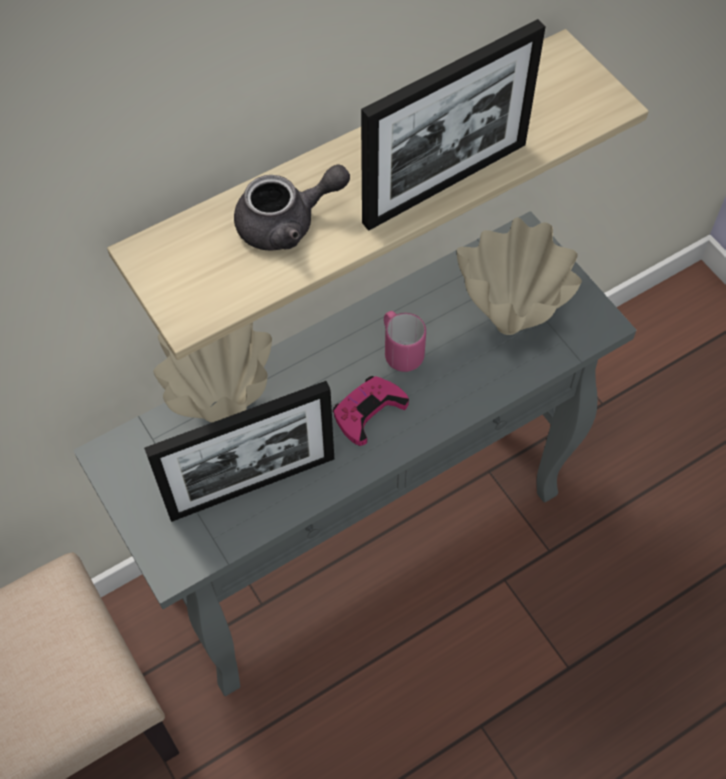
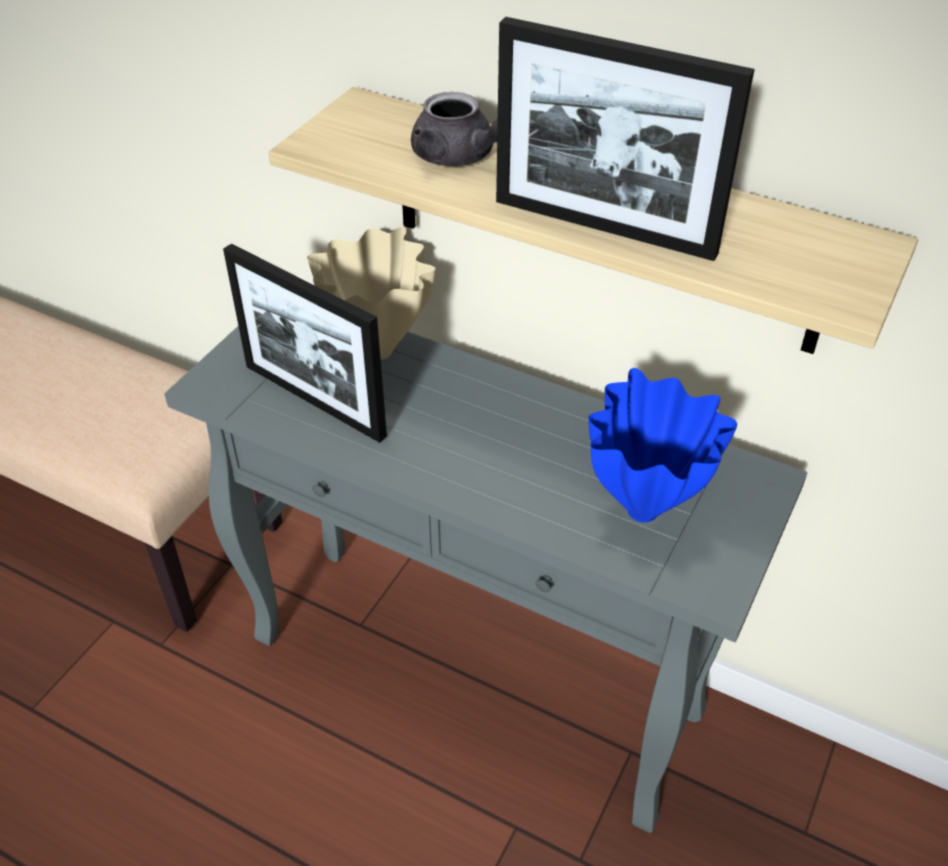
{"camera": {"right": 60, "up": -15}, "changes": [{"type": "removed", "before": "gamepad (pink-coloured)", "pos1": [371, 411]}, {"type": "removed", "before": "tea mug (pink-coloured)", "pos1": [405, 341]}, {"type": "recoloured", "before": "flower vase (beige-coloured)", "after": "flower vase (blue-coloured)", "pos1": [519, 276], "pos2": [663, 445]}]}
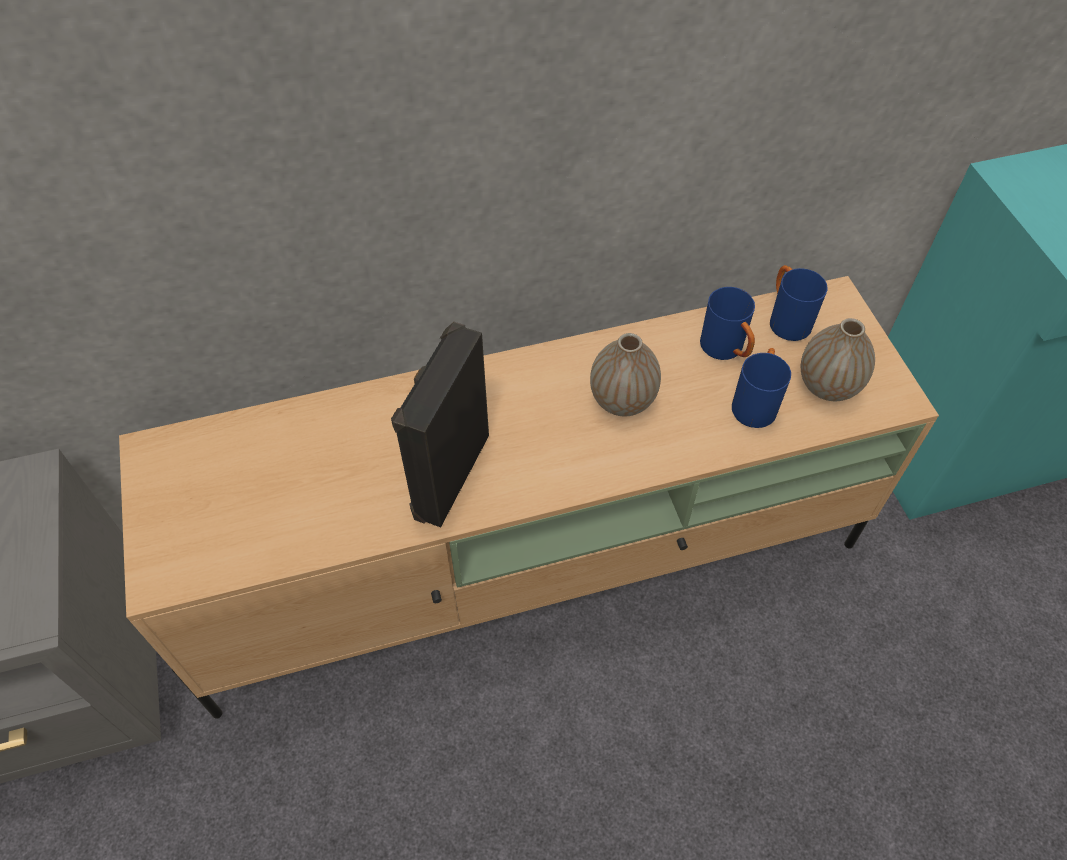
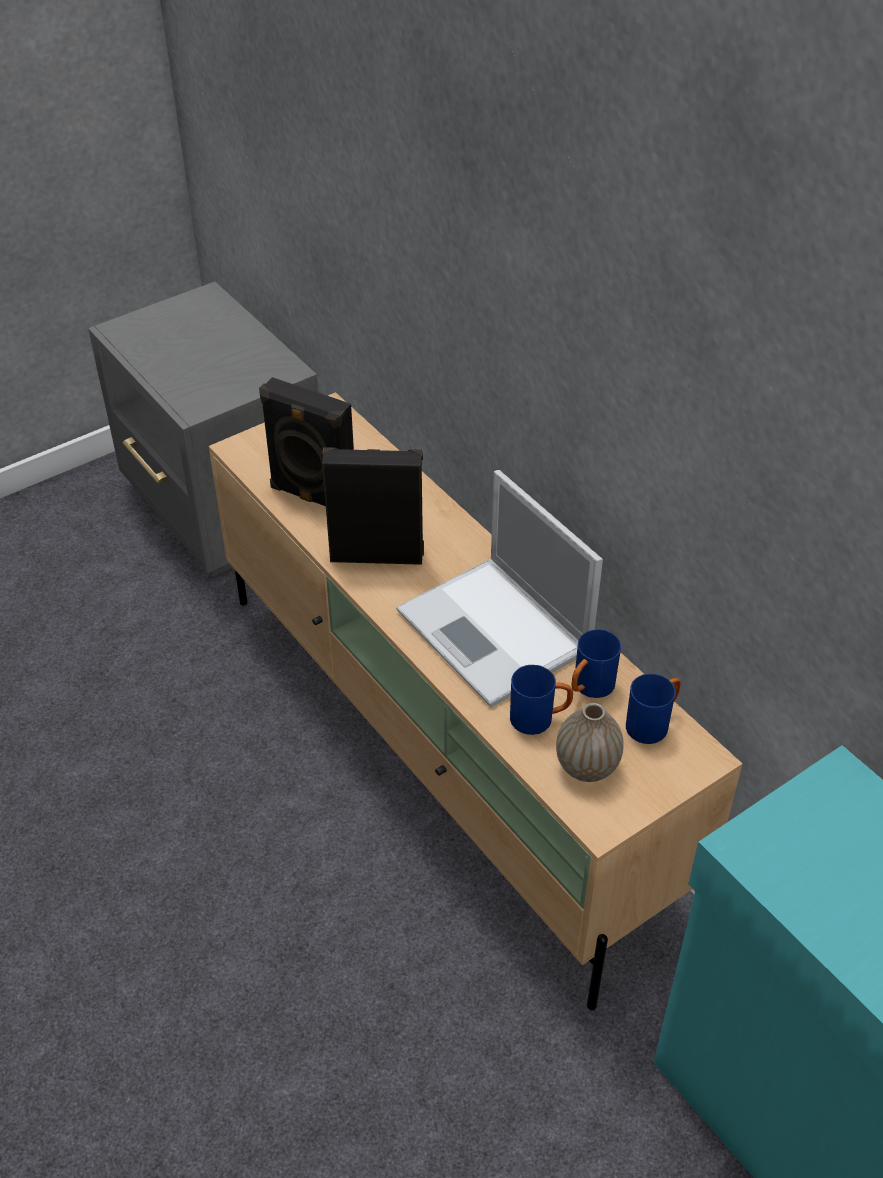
{"camera": {"right": 70, "up": -10}, "changes": [{"type": "replaced", "before": "flower vase", "after": "portable computer", "pos1": [625, 374], "pos2": [499, 588]}, {"type": "added", "after": "speaker (blackish)", "pos2": [306, 441]}]}
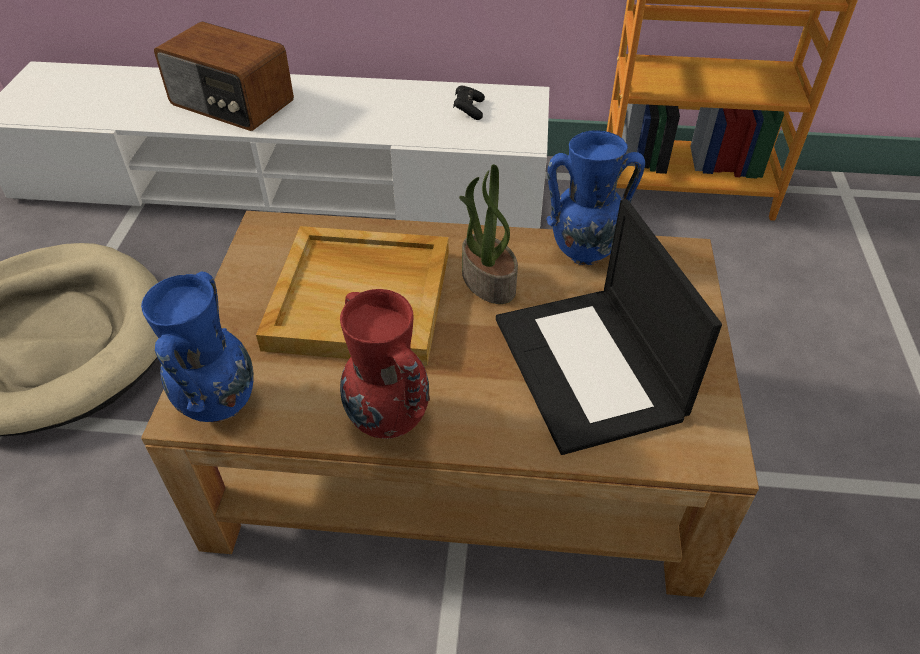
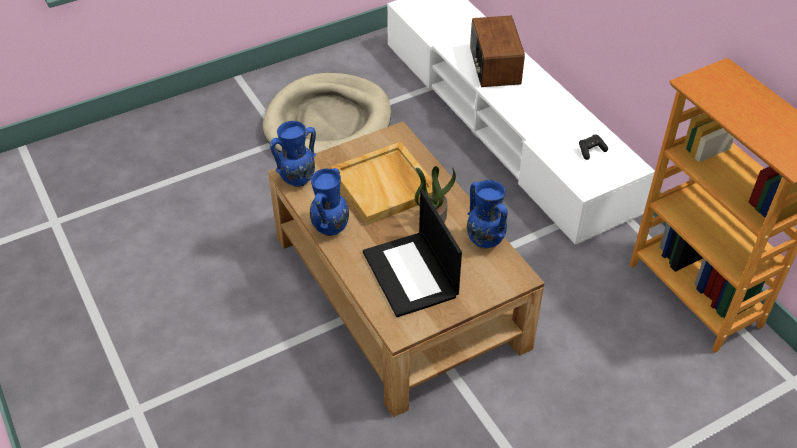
{"camera": {"right": 55, "up": 0}, "changes": [{"type": "recoloured", "before": "flower vase (red-coloured)", "after": "flower vase (blue-coloured)", "pos1": [385, 364], "pos2": [329, 202]}, {"type": "turned", "before": "portable computer", "pos1": [609, 327], "pos2": [412, 253], "turn": -60}]}
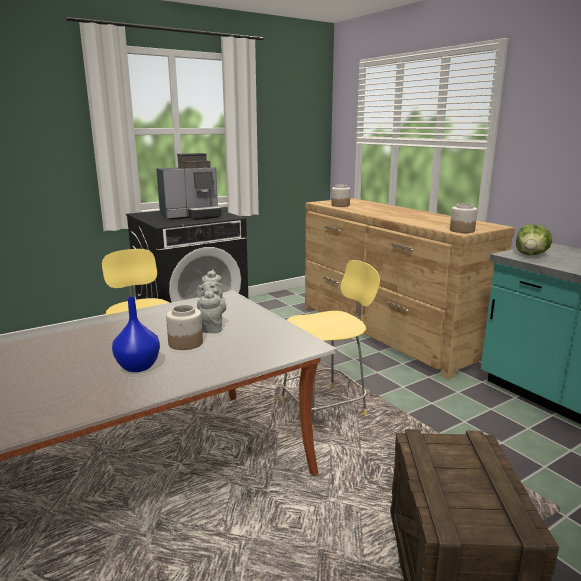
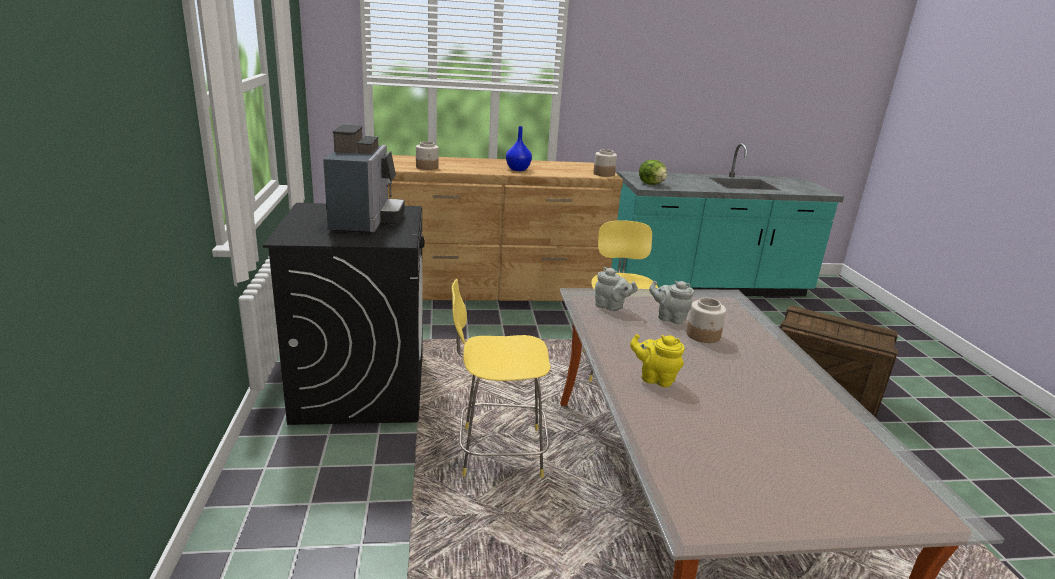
{"camera": {"right": -65, "up": 5}, "changes": [{"type": "moved", "before": "flower vase (blue-coloured)", "pos1": [136, 334], "pos2": [519, 148]}, {"type": "added", "after": "teapot (yellow-coloured)", "pos2": [657, 360]}]}
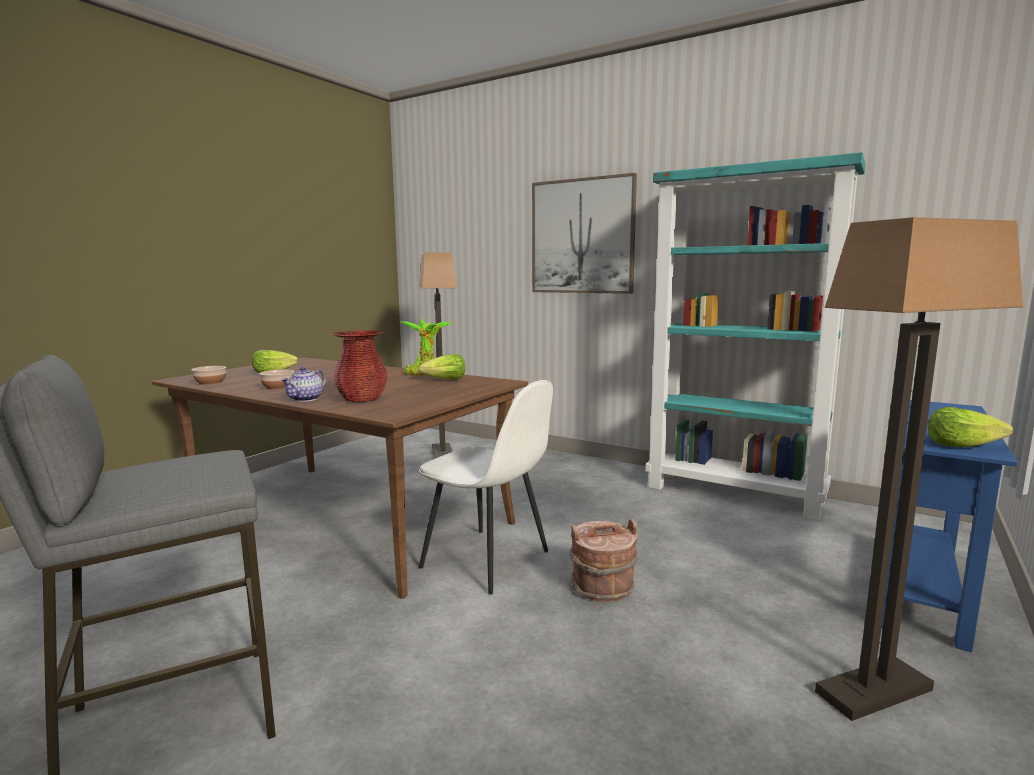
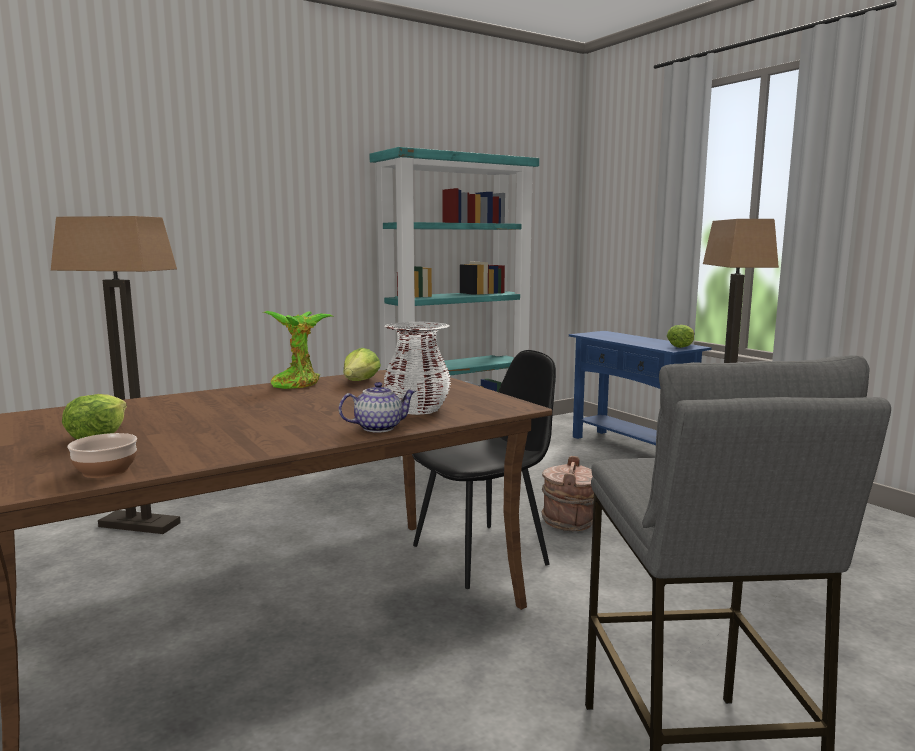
{"camera": {"right": -65, "up": 0}, "changes": [{"type": "removed", "before": "serving bowl", "pos1": [276, 380]}, {"type": "turned", "before": "teapot", "pos1": [303, 384], "pos2": [377, 407], "turn": -75}, {"type": "recoloured", "before": "flower vase (red-coloured)", "after": "flower vase (white)", "pos1": [359, 366], "pos2": [417, 368]}, {"type": "recoloured", "before": "chair (white)", "after": "chair (blackish)", "pos1": [486, 487], "pos2": [484, 469]}, {"type": "removed", "before": "wall art", "pos1": [584, 233]}]}
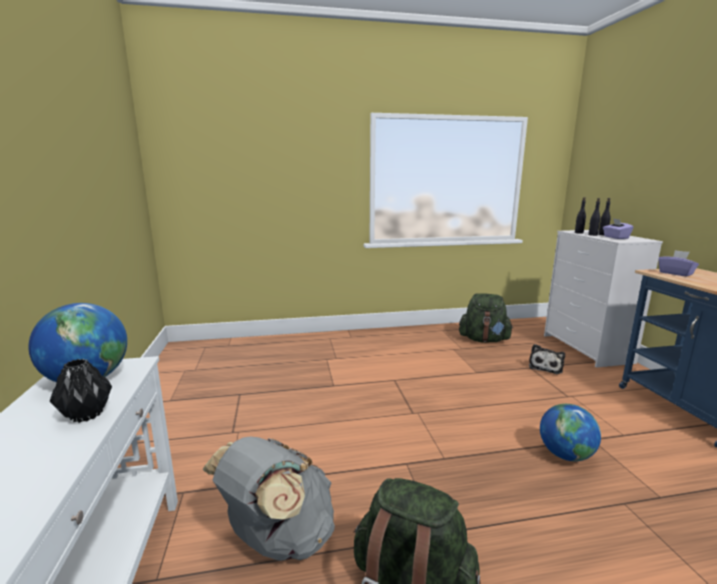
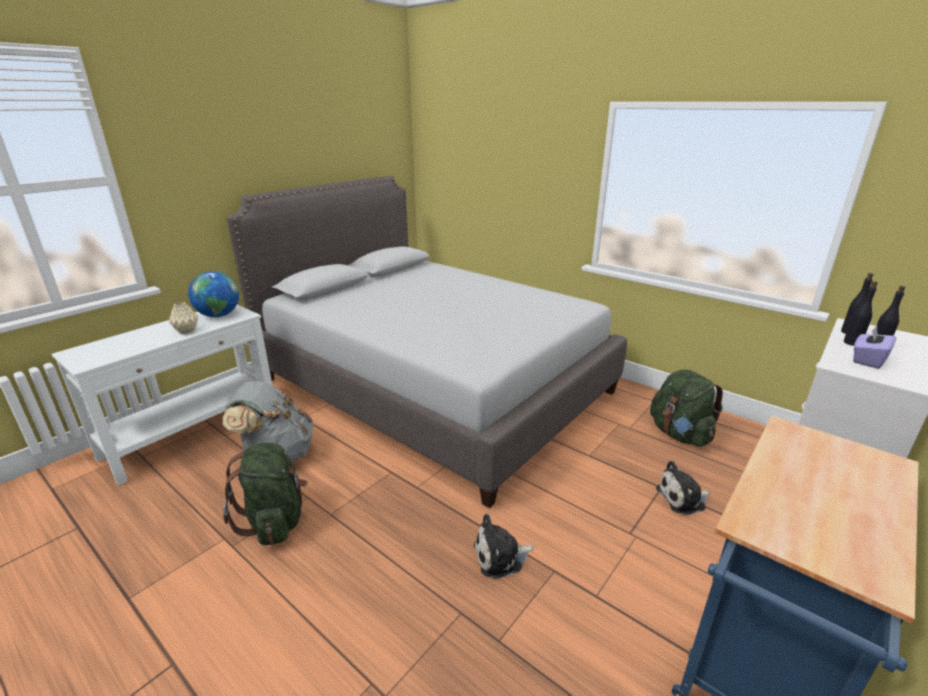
{"camera": {"right": 50, "up": 10}, "changes": [{"type": "recoloured", "before": "flower vase (blackish)", "after": "flower vase (beige-coloured)", "pos1": [81, 391], "pos2": [184, 318]}, {"type": "replaced", "before": "globe", "after": "soft toy", "pos1": [570, 432], "pos2": [504, 546]}, {"type": "removed", "before": "box of tissues (purple)", "pos1": [679, 263]}, {"type": "added", "after": "sleeping bed (gray)", "pos2": [427, 342]}]}
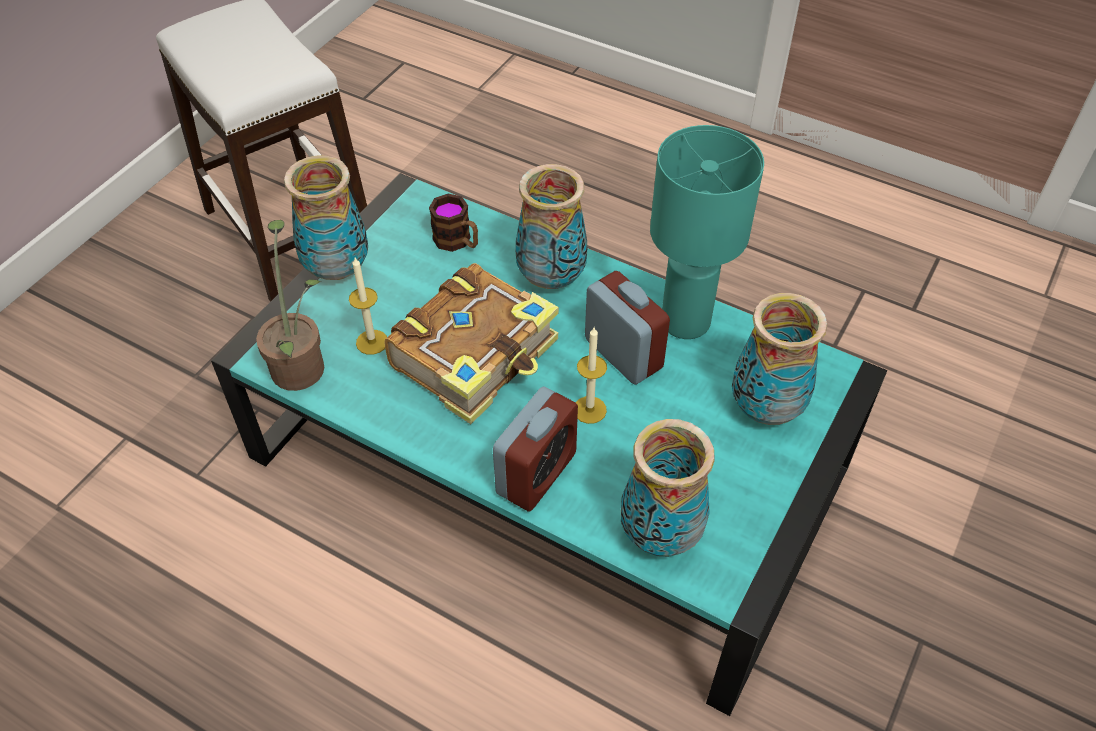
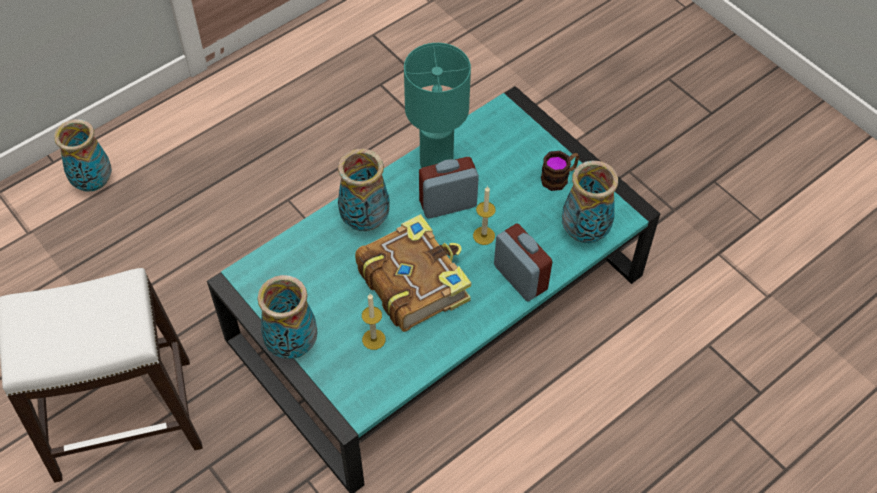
{"camera": {"right": -70, "up": 5}, "changes": [{"type": "removed", "before": "houseplant", "pos1": [290, 305]}, {"type": "moved", "before": "tea mug", "pos1": [453, 223], "pos2": [560, 171]}, {"type": "moved", "before": "flower vase", "pos1": [779, 359], "pos2": [83, 155]}]}
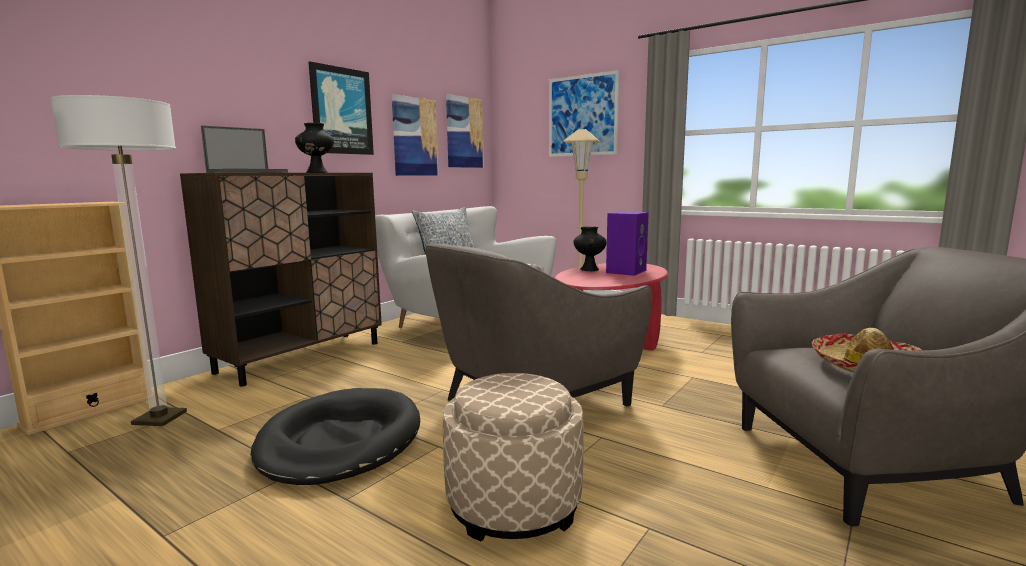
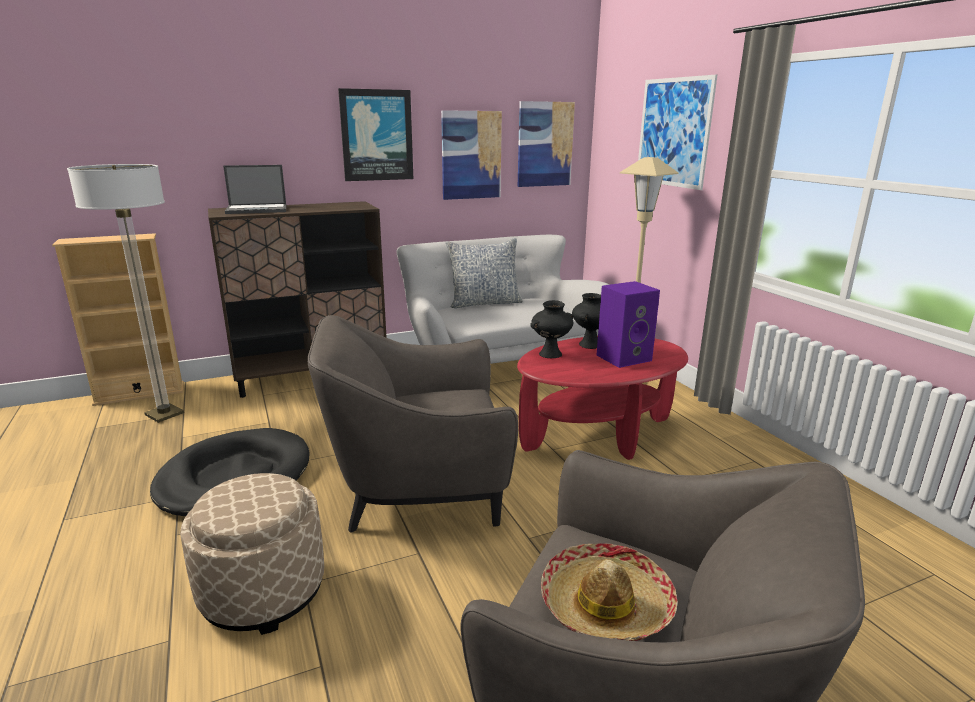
{"camera": {"right": 30, "up": 10}, "changes": [{"type": "moved", "before": "flower vase (blackish)", "pos1": [314, 148], "pos2": [552, 329]}]}
